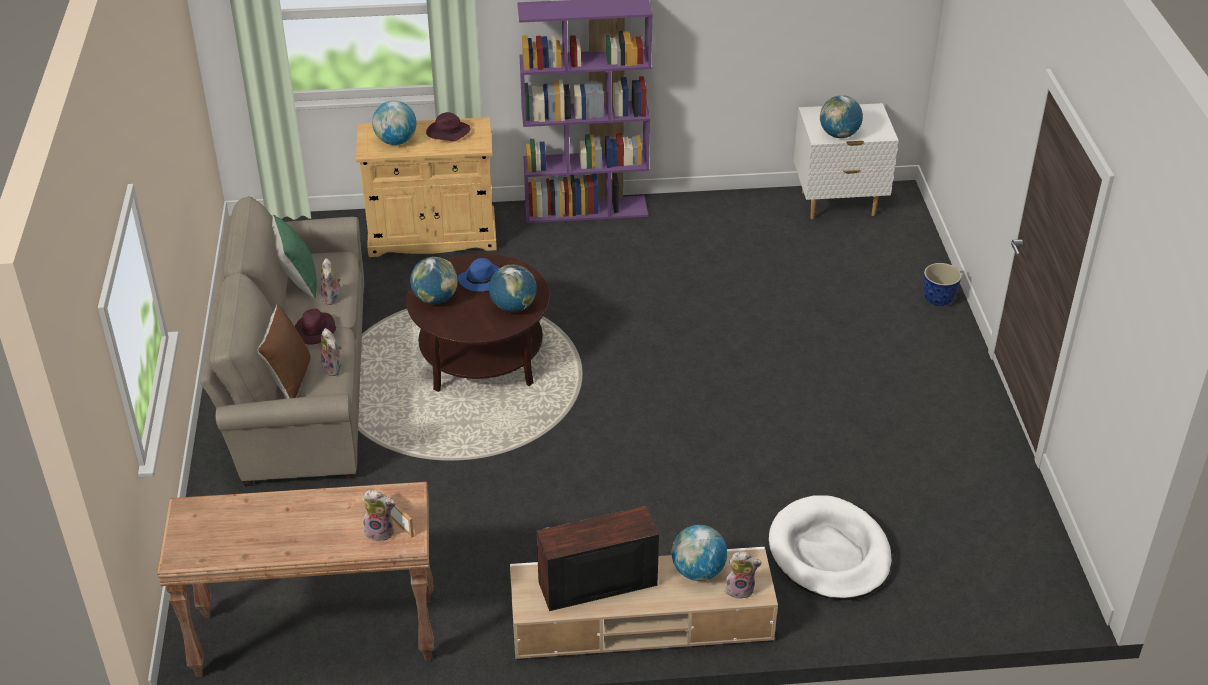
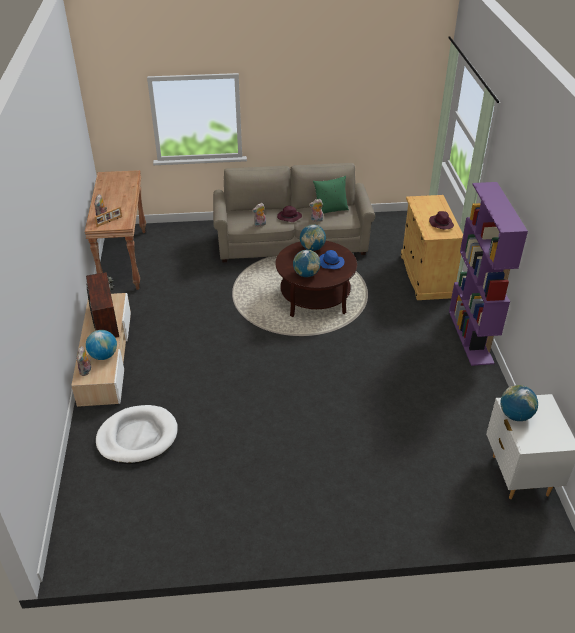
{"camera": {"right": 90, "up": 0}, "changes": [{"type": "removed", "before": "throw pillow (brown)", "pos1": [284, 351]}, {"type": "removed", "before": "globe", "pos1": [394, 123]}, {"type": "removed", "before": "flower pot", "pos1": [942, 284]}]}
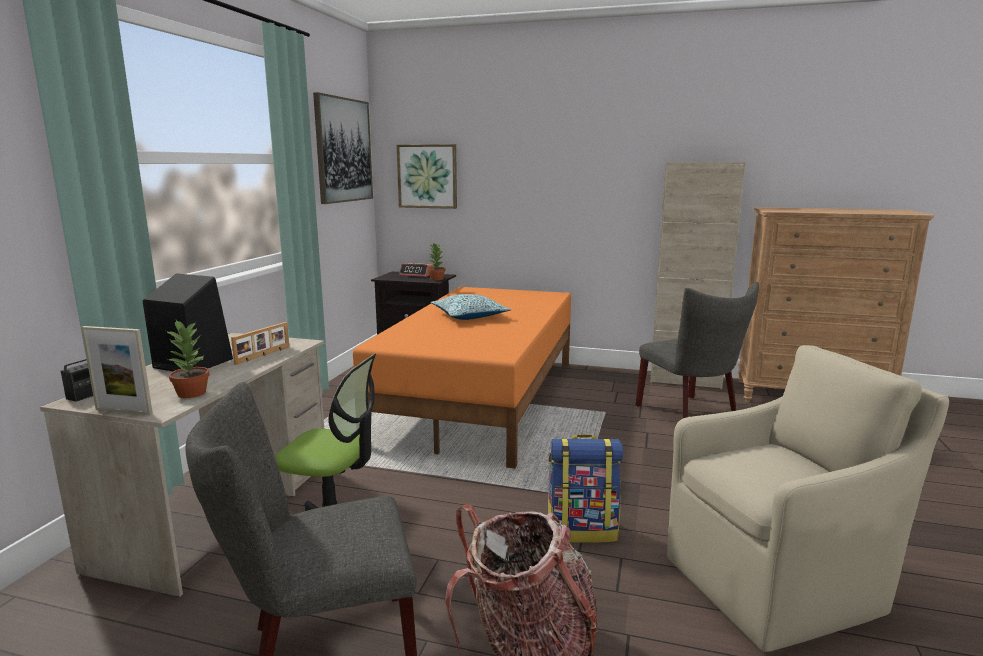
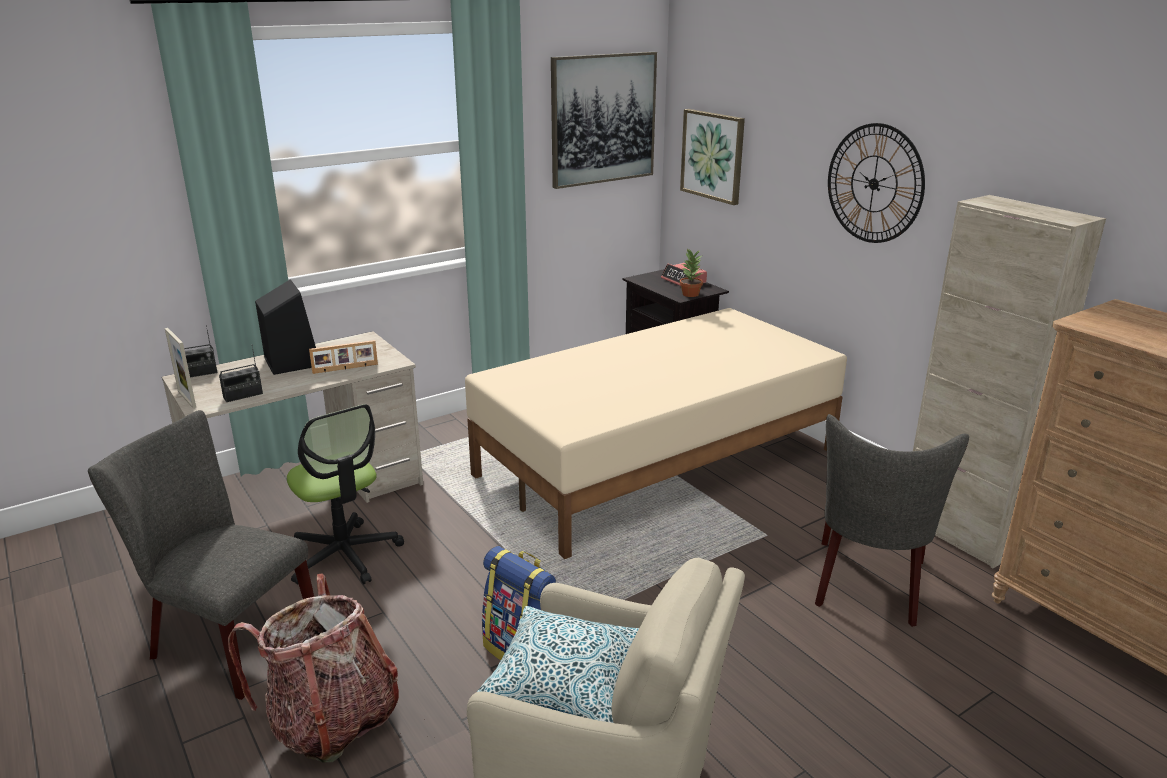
{"camera": {"right": 40, "up": 10}, "changes": [{"type": "replaced", "before": "houseplant", "after": "radio set", "pos1": [188, 359], "pos2": [241, 374]}, {"type": "recoloured", "before": "sleeping bed (orangey)", "after": "sleeping bed (beige-coloured)", "pos1": [462, 378], "pos2": [656, 433]}, {"type": "moved", "before": "throw pillow", "pos1": [470, 307], "pos2": [558, 664]}, {"type": "added", "after": "wall clock", "pos2": [876, 183]}]}
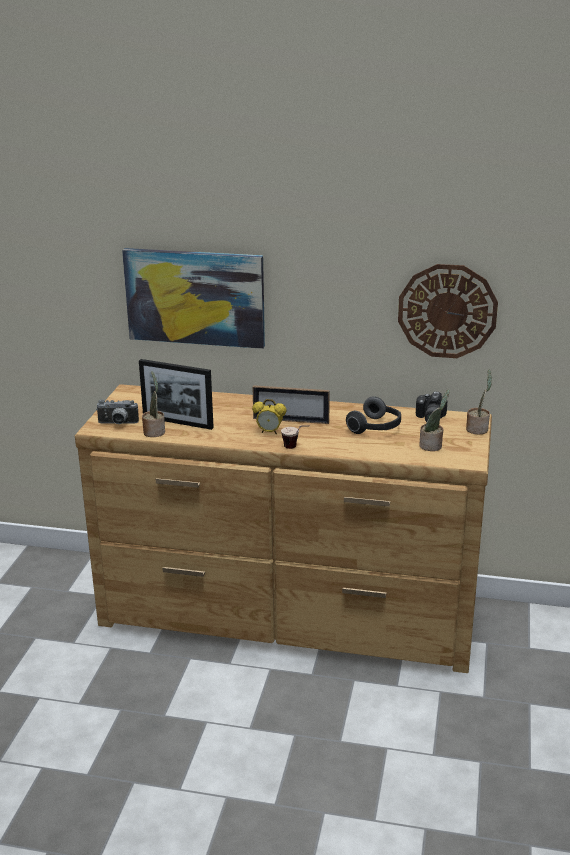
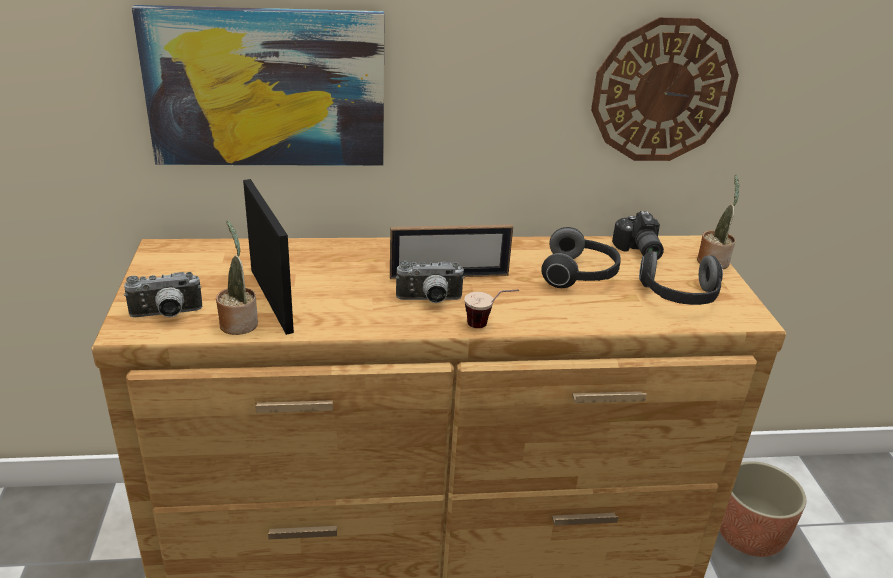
{"camera": {"right": -20, "up": 5}, "changes": [{"type": "turned", "before": "picture frame", "pos1": [176, 394], "pos2": [268, 257], "turn": -120}, {"type": "replaced", "before": "bedside clock", "after": "photo camera", "pos1": [269, 416], "pos2": [430, 281]}, {"type": "replaced", "before": "houseplant", "after": "pair of headphones", "pos1": [434, 420], "pos2": [681, 278]}, {"type": "added", "after": "flower pot", "pos2": [762, 509]}]}
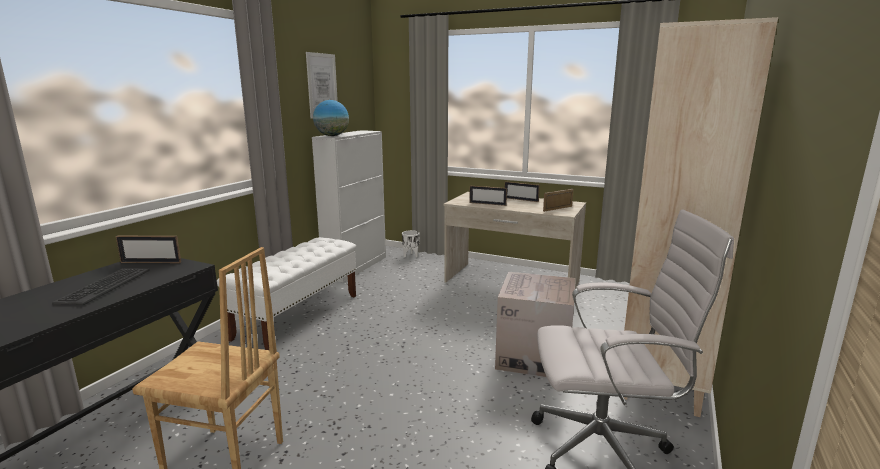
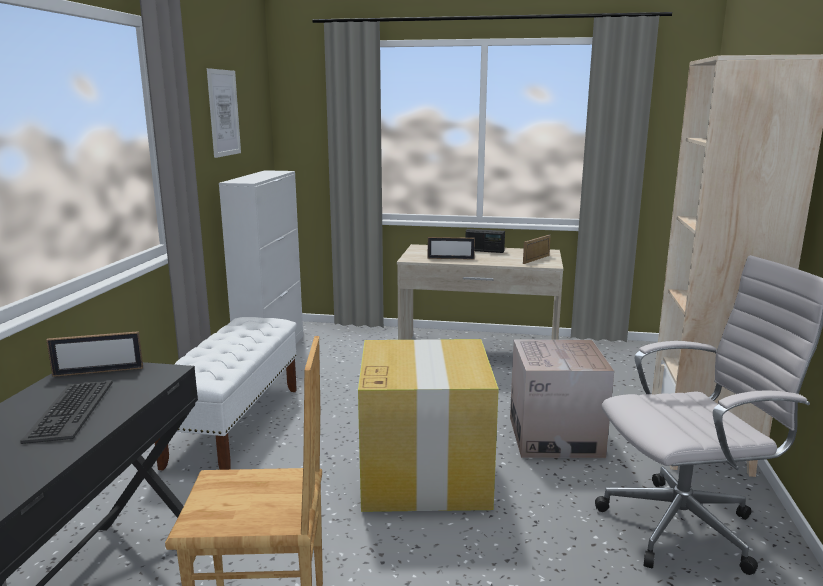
{"camera": {"right": -15, "up": 0}, "changes": [{"type": "removed", "before": "globe", "pos1": [331, 118]}, {"type": "removed", "before": "flower pot (white)", "pos1": [411, 243]}, {"type": "replaced", "before": "picture frame", "after": "radio set", "pos1": [522, 191], "pos2": [485, 241]}, {"type": "added", "after": "packing box", "pos2": [428, 425]}]}
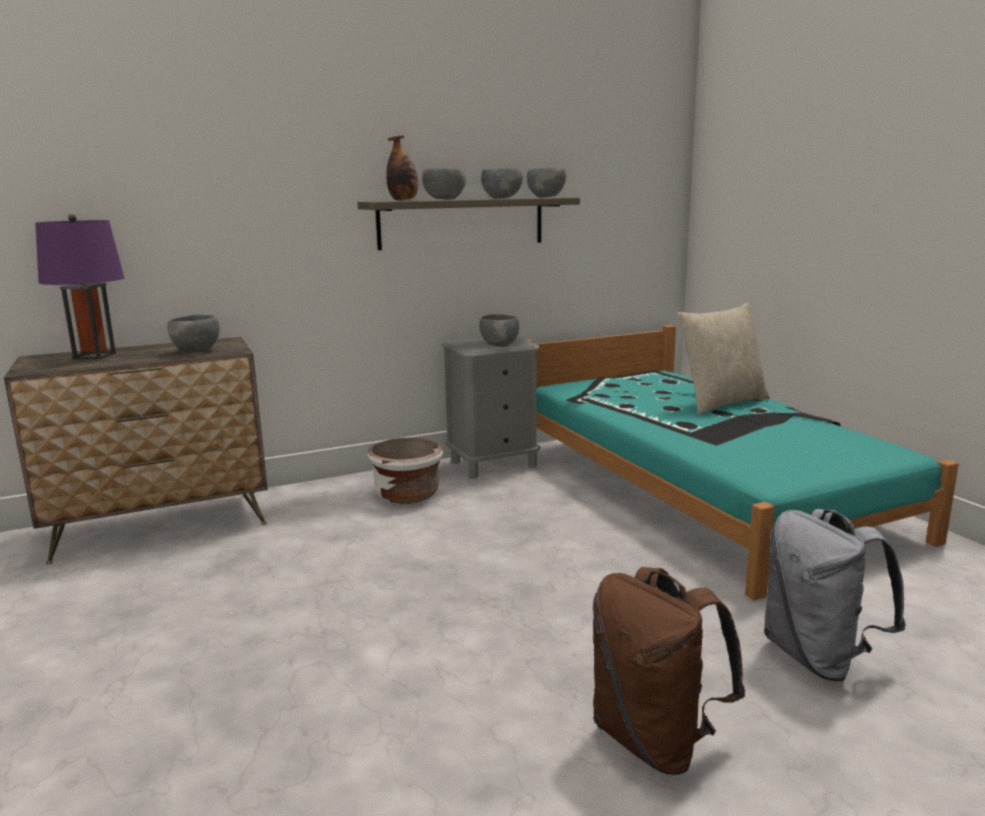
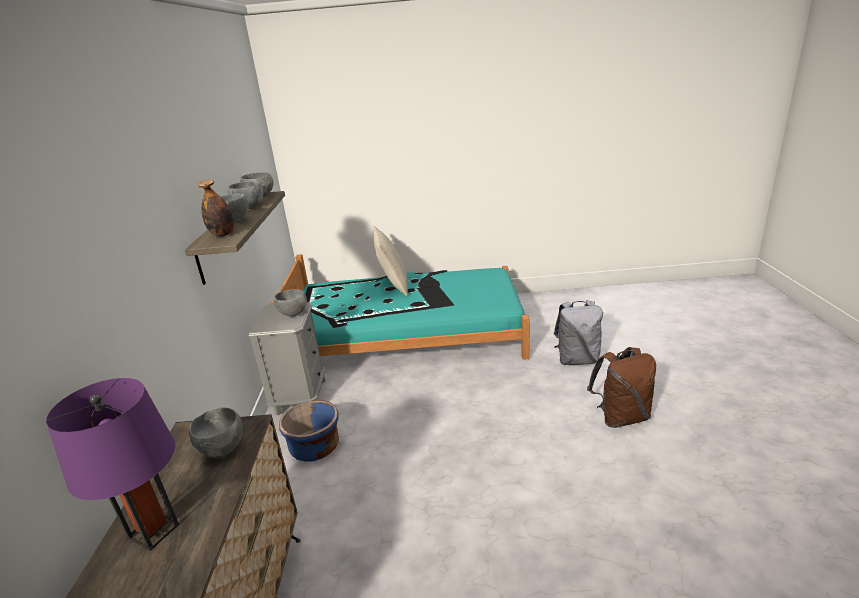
{"camera": {"right": -65, "up": 10}, "changes": [{"type": "recoloured", "before": "flower pot (white)", "after": "flower pot (blue-coloured)", "pos1": [405, 471], "pos2": [309, 431]}]}
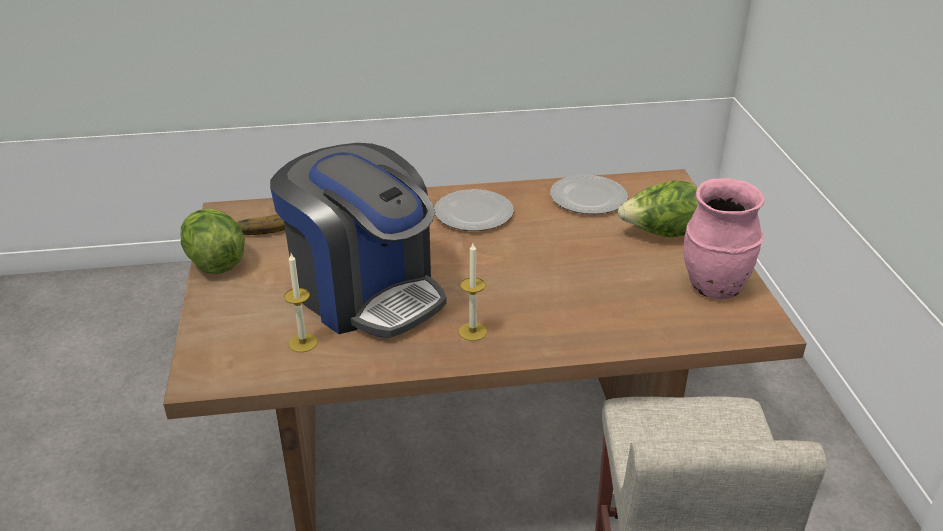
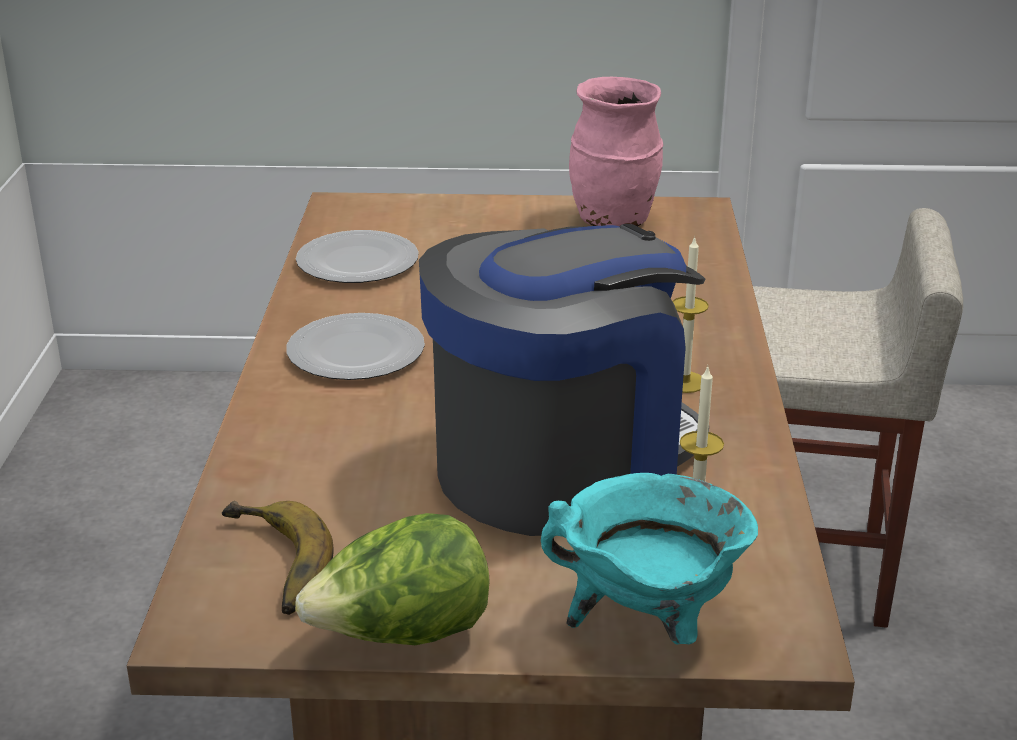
{"camera": {"right": -80, "up": -5}, "changes": [{"type": "removed", "before": "lettuce", "pos1": [658, 209]}, {"type": "added", "after": "saucepot (turquoise-coloured)", "pos2": [649, 559]}]}
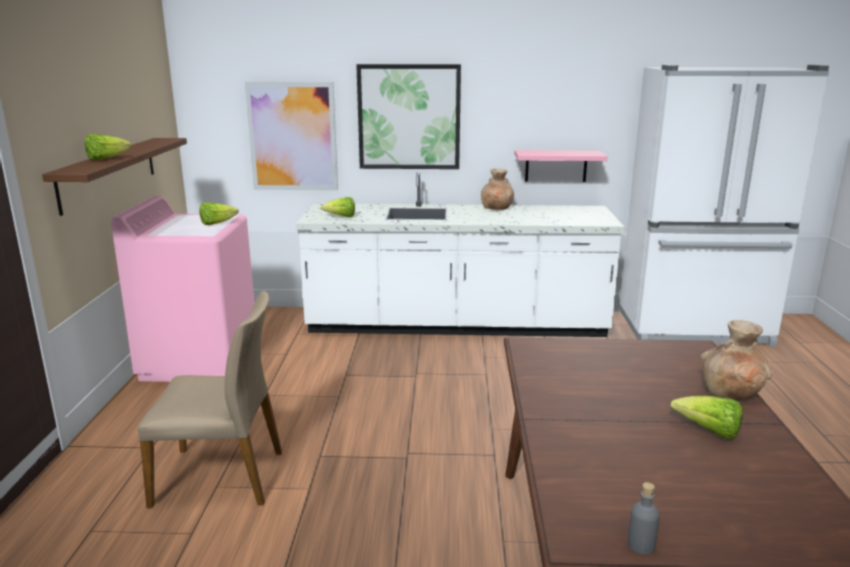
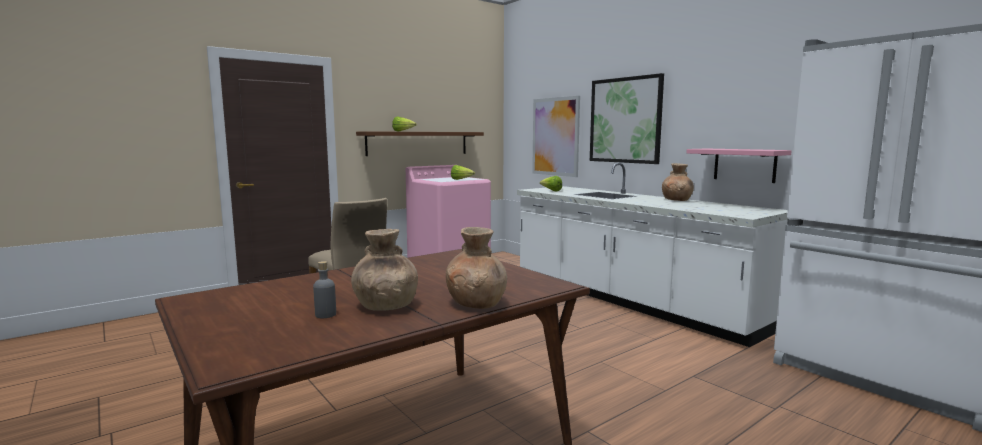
{"camera": {"right": 50, "up": -10}, "changes": [{"type": "moved", "before": "beverage bottle (gray)", "pos1": [644, 518], "pos2": [324, 289]}, {"type": "replaced", "before": "lettuce", "after": "flower vase (brown)", "pos1": [706, 418], "pos2": [384, 270]}]}
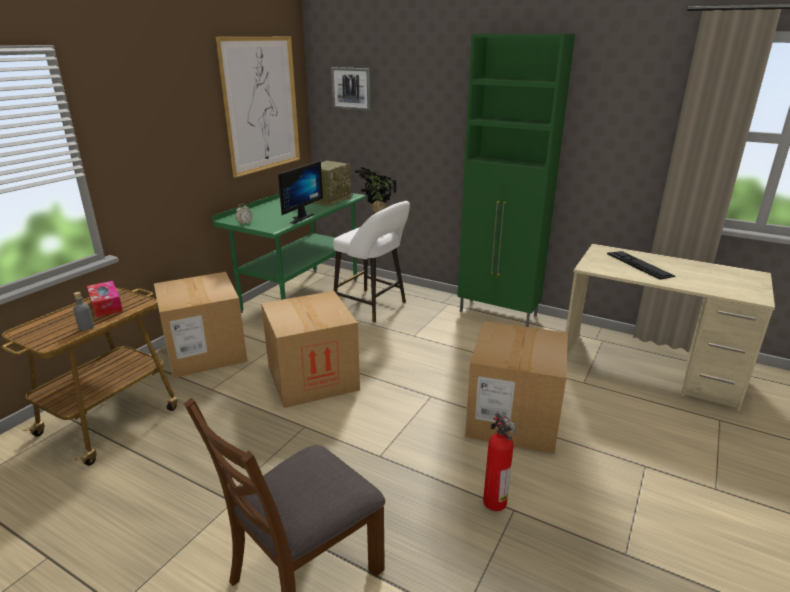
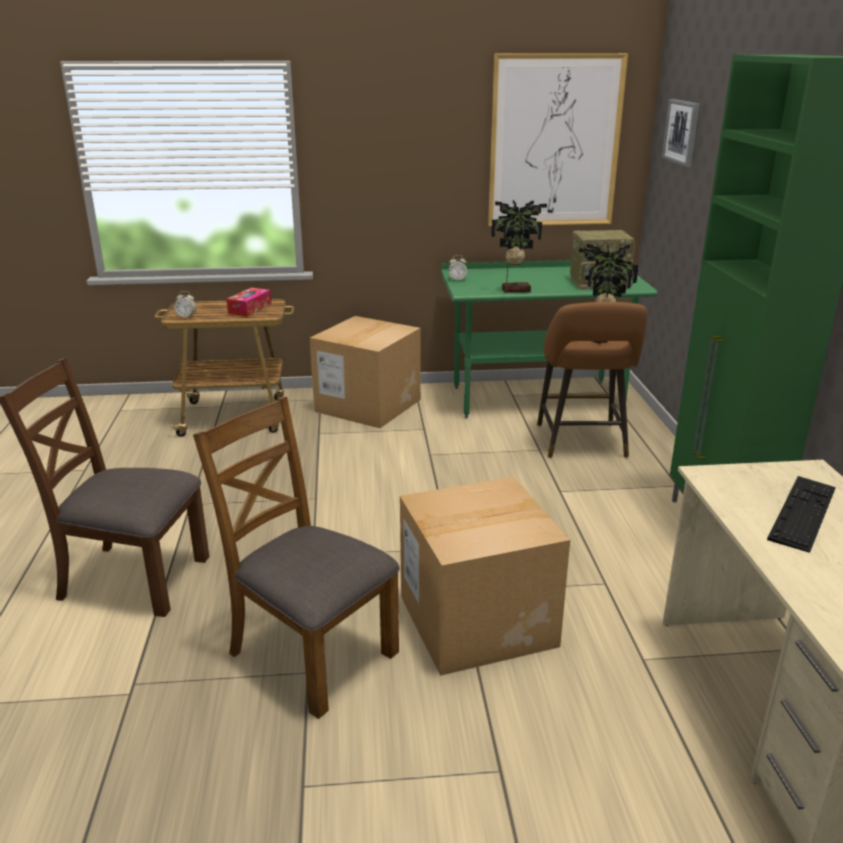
{"camera": {"right": 55, "up": 0}, "changes": [{"type": "removed", "before": "beverage bottle (gray)", "pos1": [83, 311]}, {"type": "removed", "before": "packing box", "pos1": [310, 349]}, {"type": "replaced", "before": "monitor", "after": "houseplant", "pos1": [300, 192], "pos2": [519, 246]}, {"type": "recoloured", "before": "sitting stool (white)", "after": "sitting stool (brown)", "pos1": [371, 262], "pos2": [592, 380]}, {"type": "replaced", "before": "fire extinguisher", "after": "chair (brown)", "pos1": [499, 462], "pos2": [296, 558]}, {"type": "added", "after": "bedside clock", "pos2": [185, 304]}]}
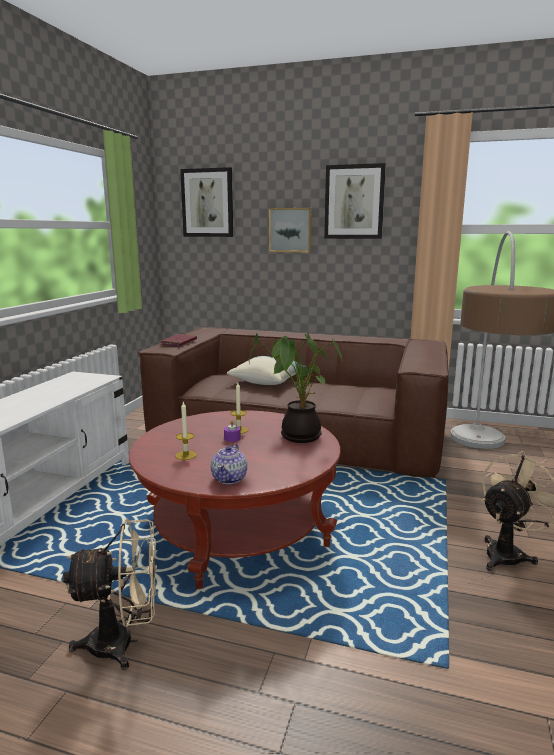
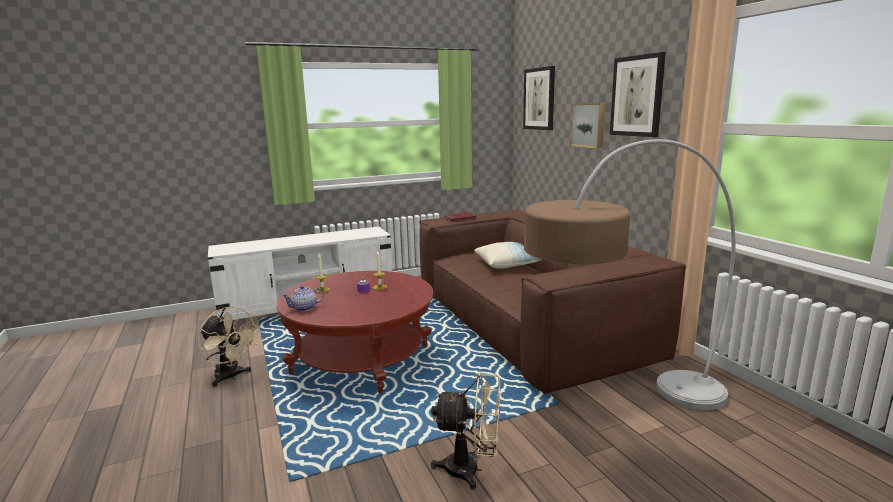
{"camera": {"right": 50, "up": 0}, "changes": [{"type": "removed", "before": "houseplant", "pos1": [296, 388]}]}
